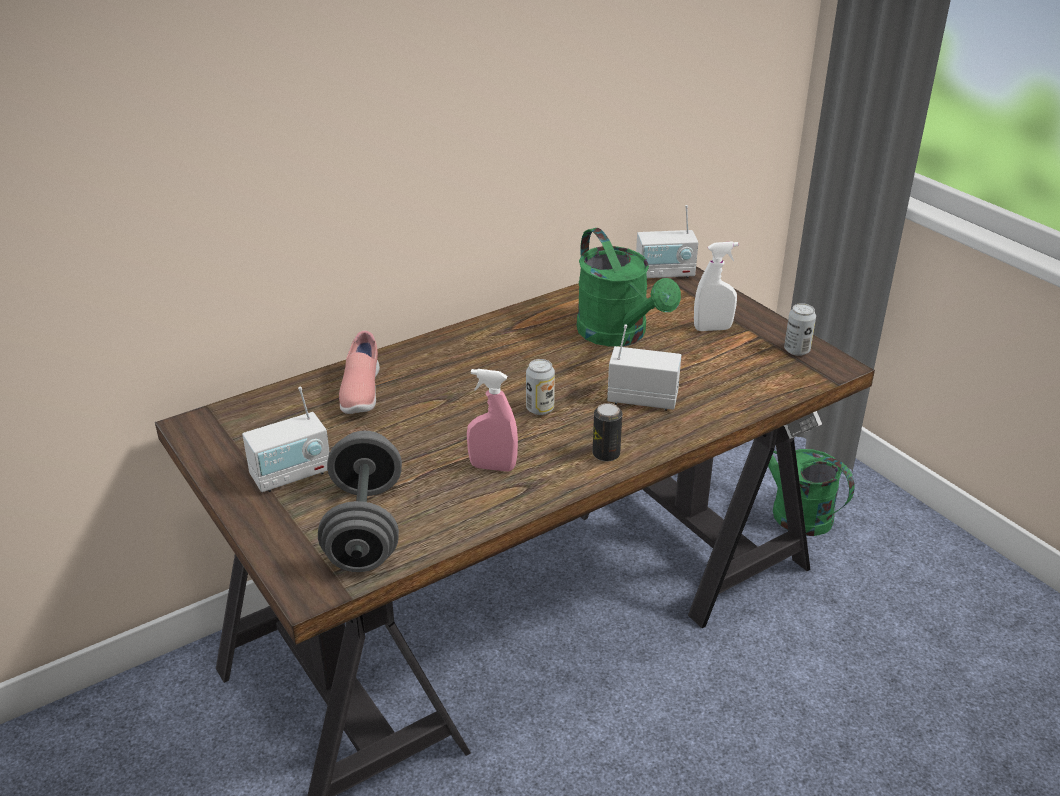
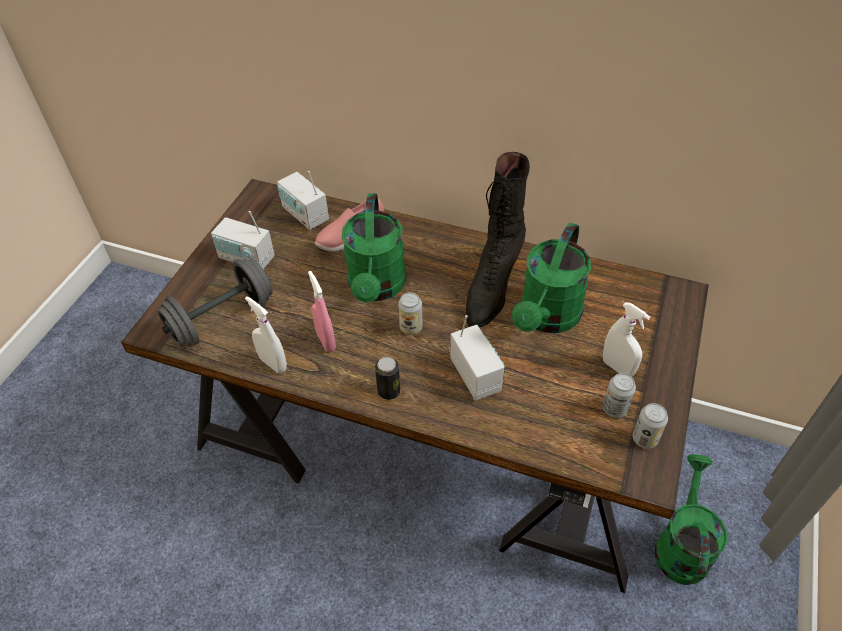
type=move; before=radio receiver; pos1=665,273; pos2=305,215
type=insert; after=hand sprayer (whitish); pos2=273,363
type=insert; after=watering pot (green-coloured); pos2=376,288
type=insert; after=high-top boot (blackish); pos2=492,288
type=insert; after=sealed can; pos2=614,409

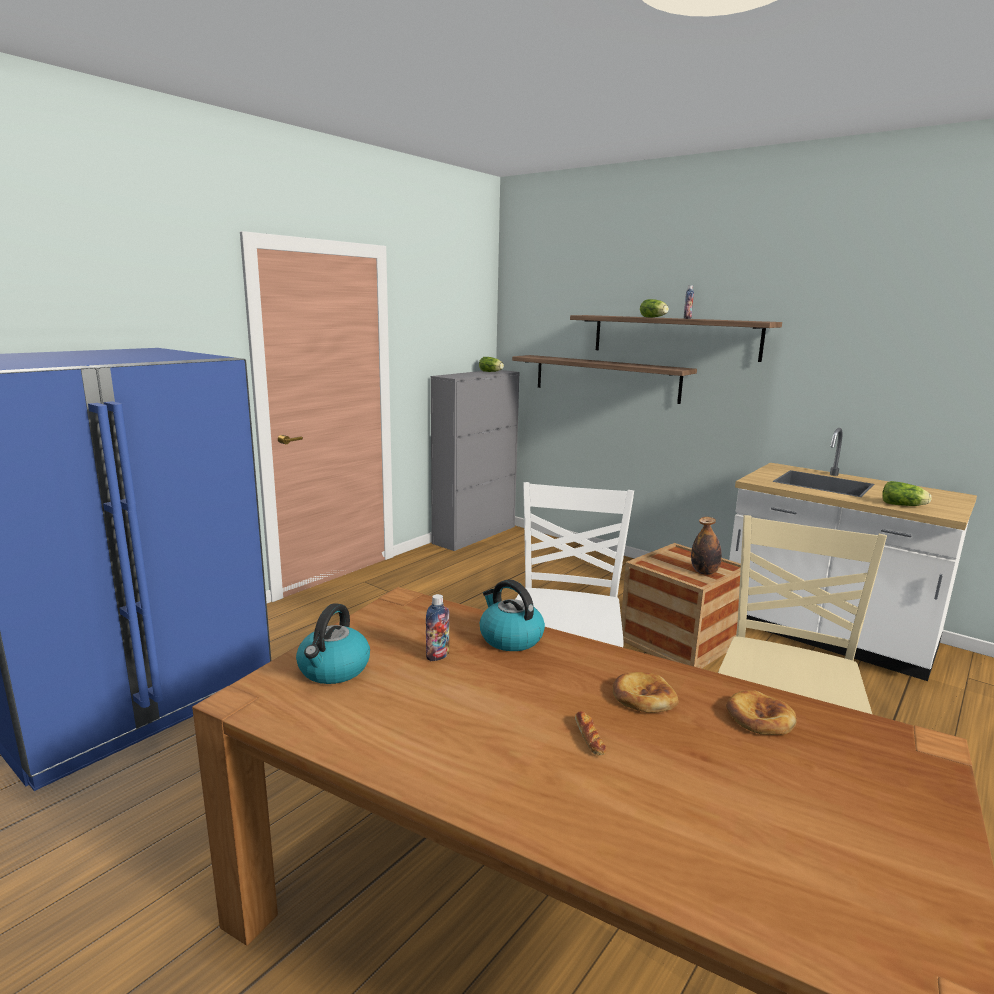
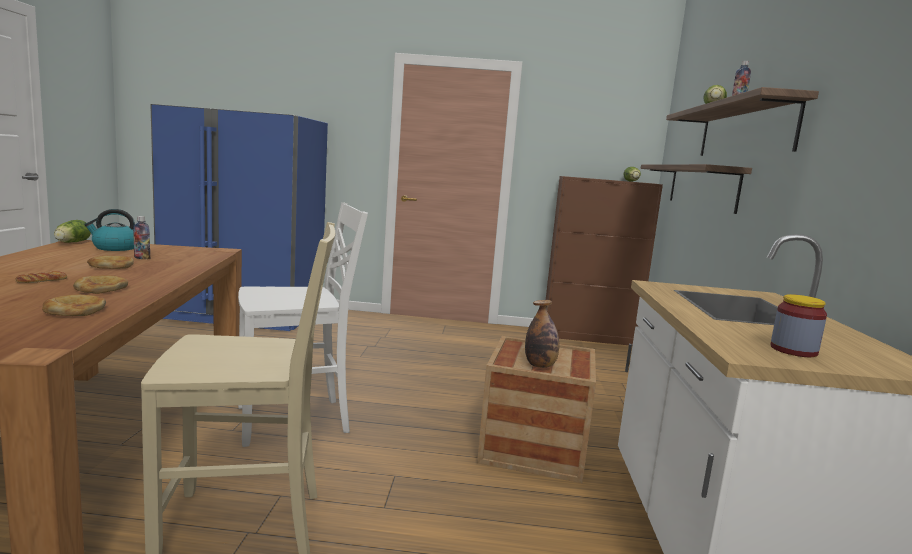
type=recolor; before=storage cabinet (grey); after=storage cabinet (brown-coloured); pos1=475,534; pos2=589,337
type=delete; before=water kettle; pos1=510,638
type=move; before=lettuce head; pos1=904,505; pos2=71,242
type=insert; after=bakery bread; pos2=111,266
type=insert; after=storage jar; pos2=793,350

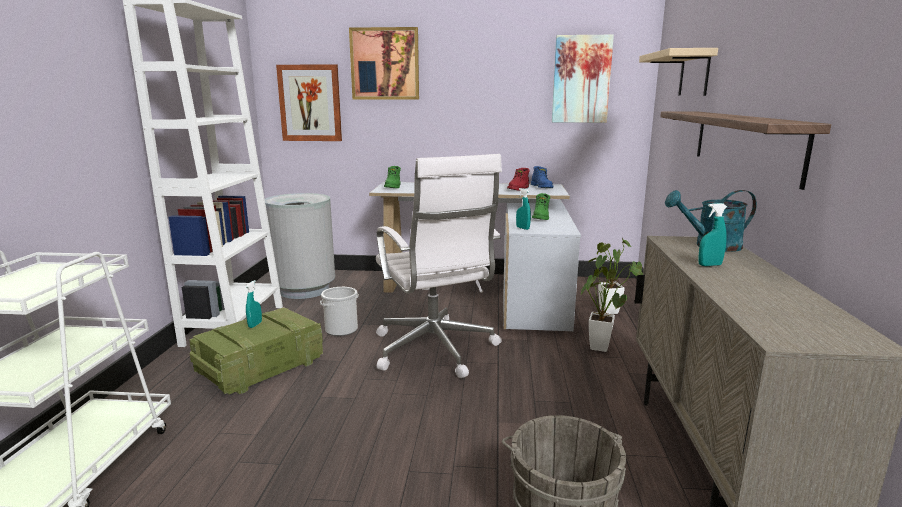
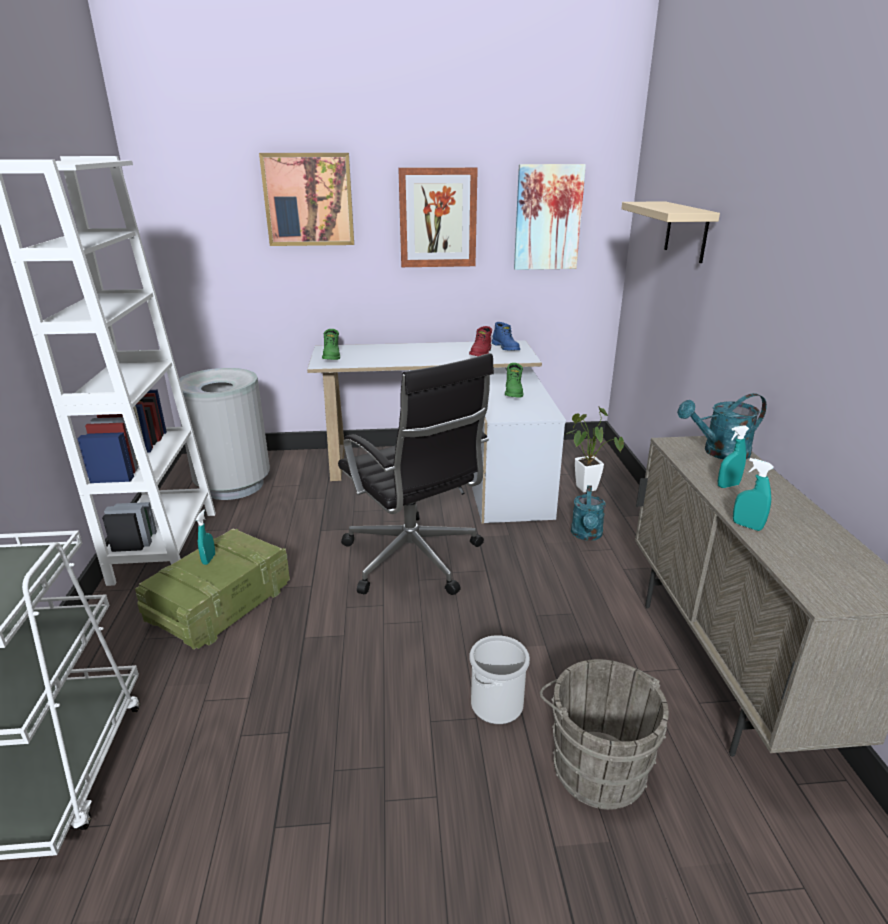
type=move; before=picture; pos1=310,103; pos2=438,218
type=move; before=water bucket; pos1=341,329; pos2=497,705
type=recolor; before=computer chair (whitish); after=computer chair (blackish); pos1=435,350; pos2=414,560
type=move; before=hand sprayer (turquoise-coloured); pos1=522,228; pos2=747,526
type=replace; before=houseplant; after=watering pot (turquoise-coloured); pos1=600,345; pos2=587,535
type=delete; before=bracket shelf; pos1=744,143

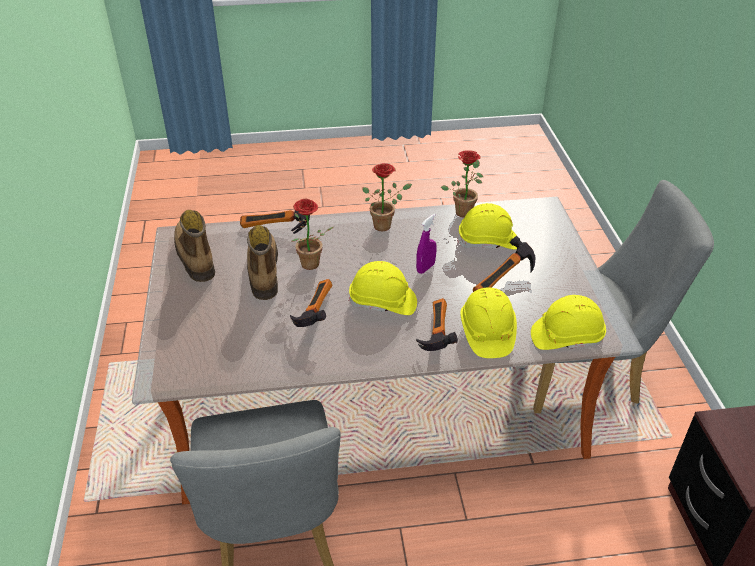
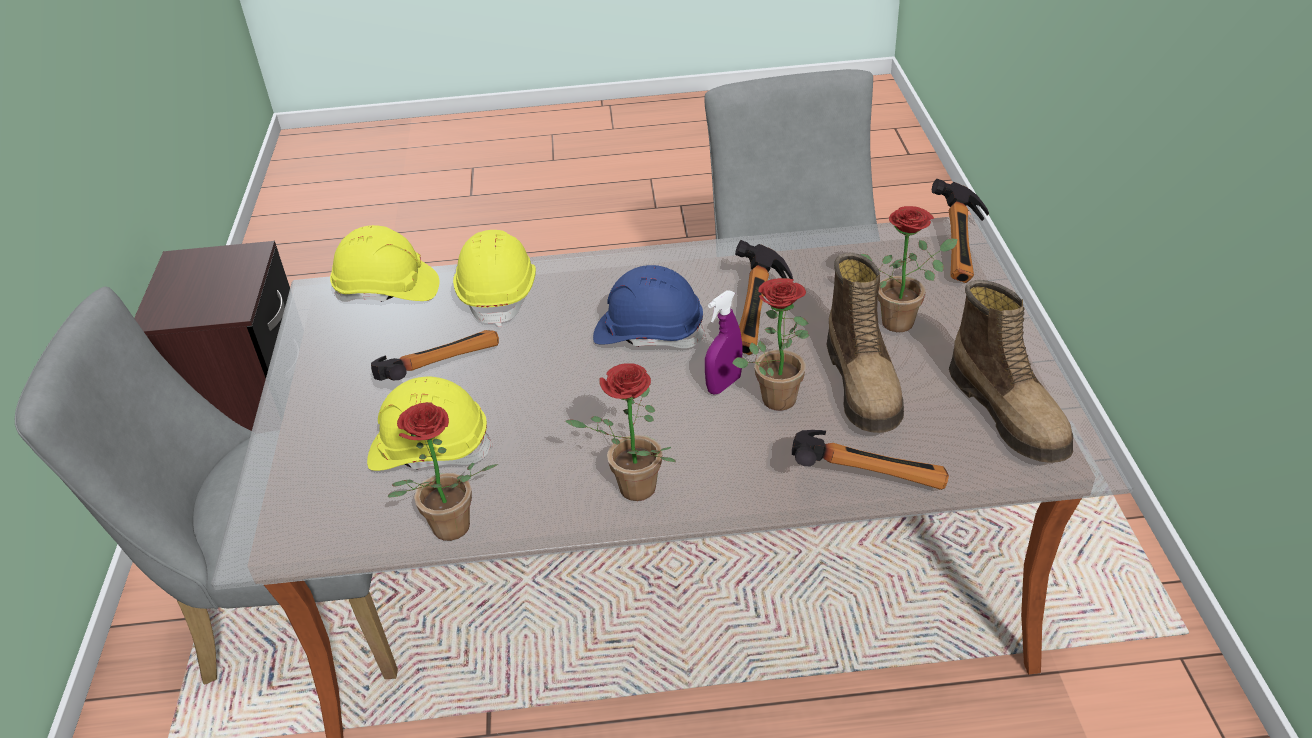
type=recolor; before=safety helmet (yellow-coloured); after=safety helmet (blue); pos1=383,303; pos2=648,333
type=move; before=hand sprayer (purple-coloured); pos1=425,268; pos2=724,384
type=move; before=tool hammer; pos1=433,334; pos2=963,249
type=insert; after=houseplant; pos2=903,319

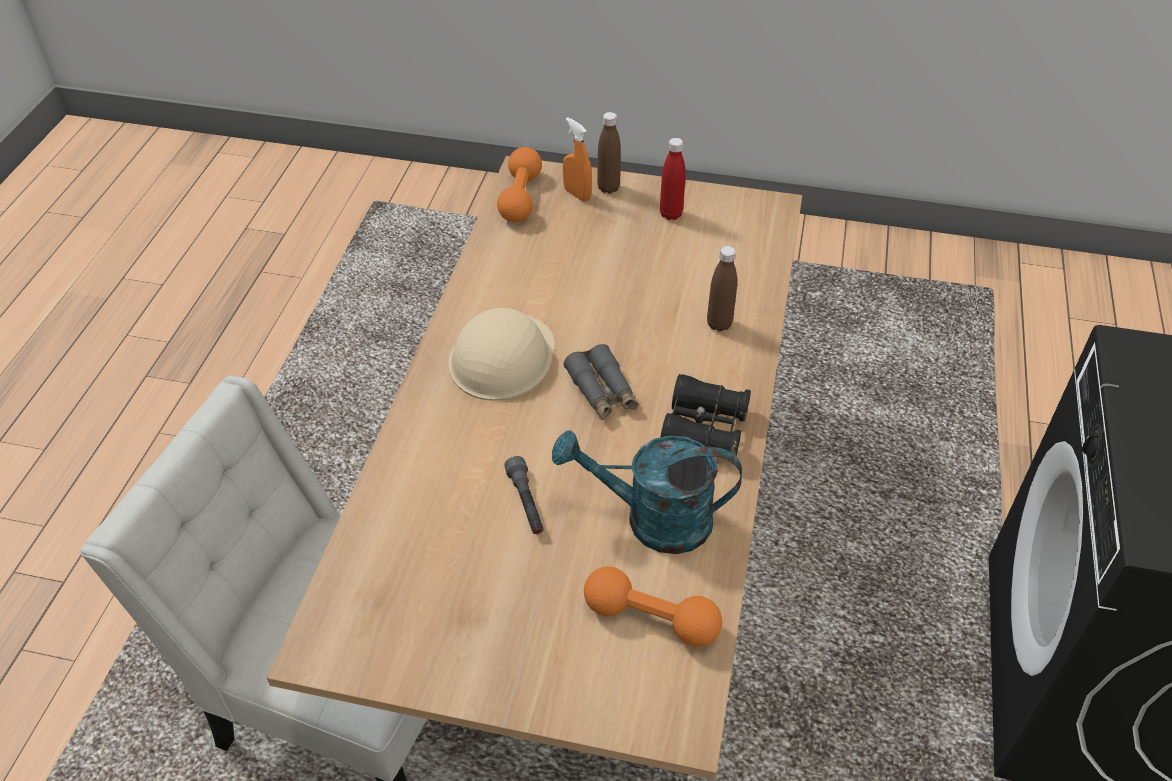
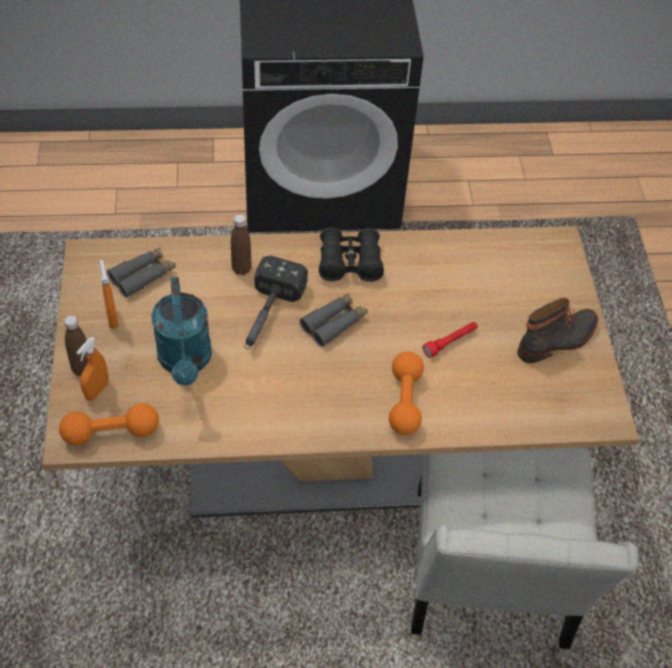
type=delete; before=safety helmet (beige-coloured); pos1=502,356
type=recolor; before=flashlight (grey); after=flashlight (red); pos1=526,502; pos2=450,342
type=move; before=watering pot (turquoise-coloured); pos1=652,519; pos2=185,362
type=move; before=dumbbell (orange); pos1=651,619; pos2=405,401
type=replace; before=bottle (red); after=hand sprayer (orange); pos1=671,214; pos2=112,318
type=insert; after=binoculars (grey); pos2=143,276
type=insert; after=tool hammer; pos2=267,316
type=insert; after=high-top boot; pos2=557,341

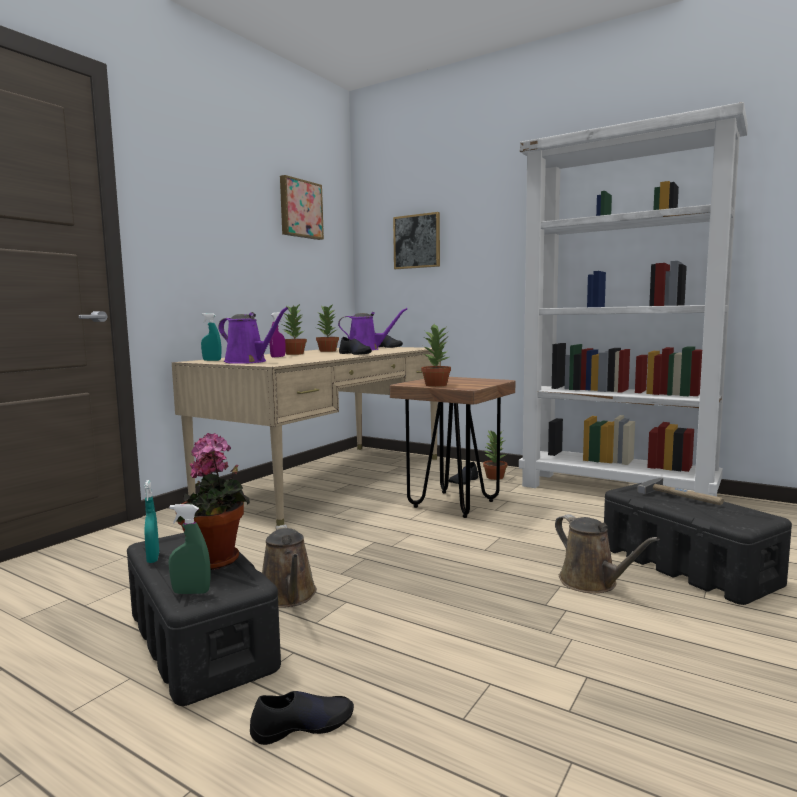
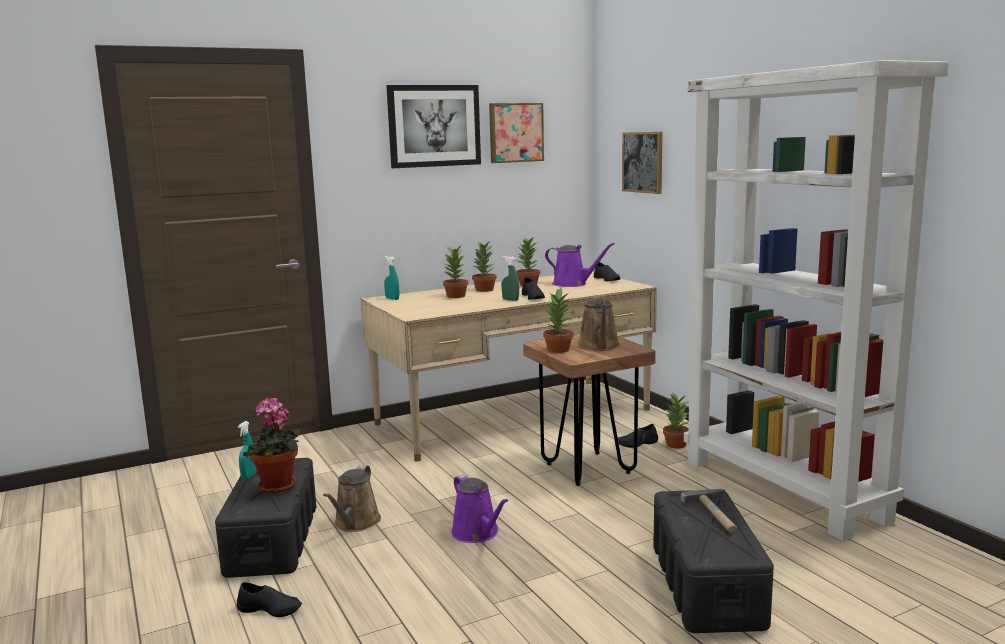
type=move; before=hand sprayer (green-coloured); pos1=191,592; pos2=510,300
type=move; before=watering pot (purple-coloured); pos1=248,362; pos2=477,533
type=replace; before=hand sprayer (purple-coloured); after=houseplant; pos1=278,357; pos2=456,296
type=move; before=watering pot (brown-coloured); pos1=592,583; pos2=599,346
type=insert; after=picture; pos2=434,126

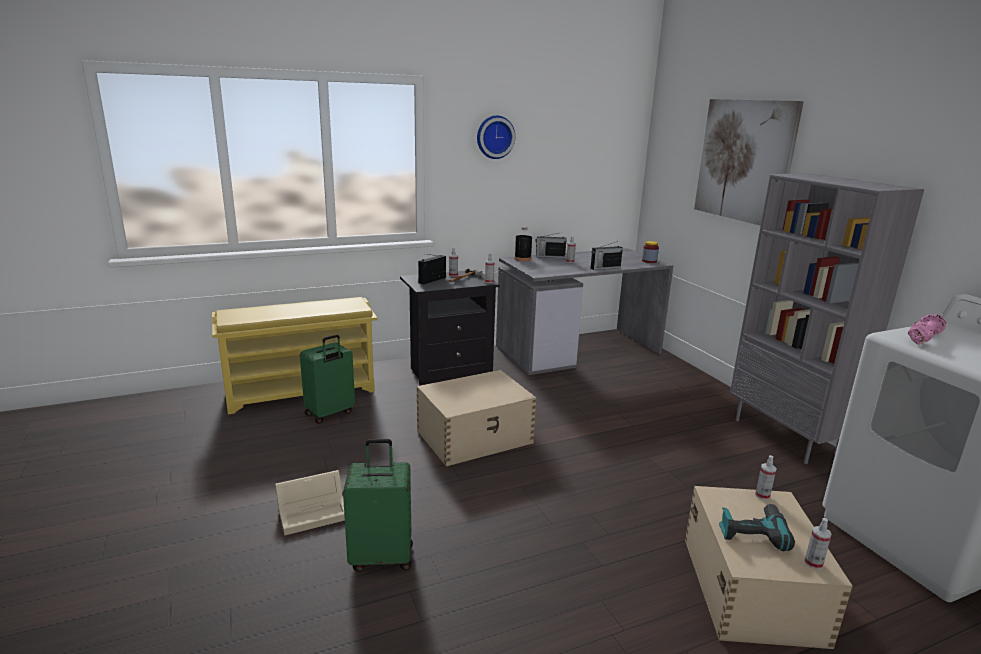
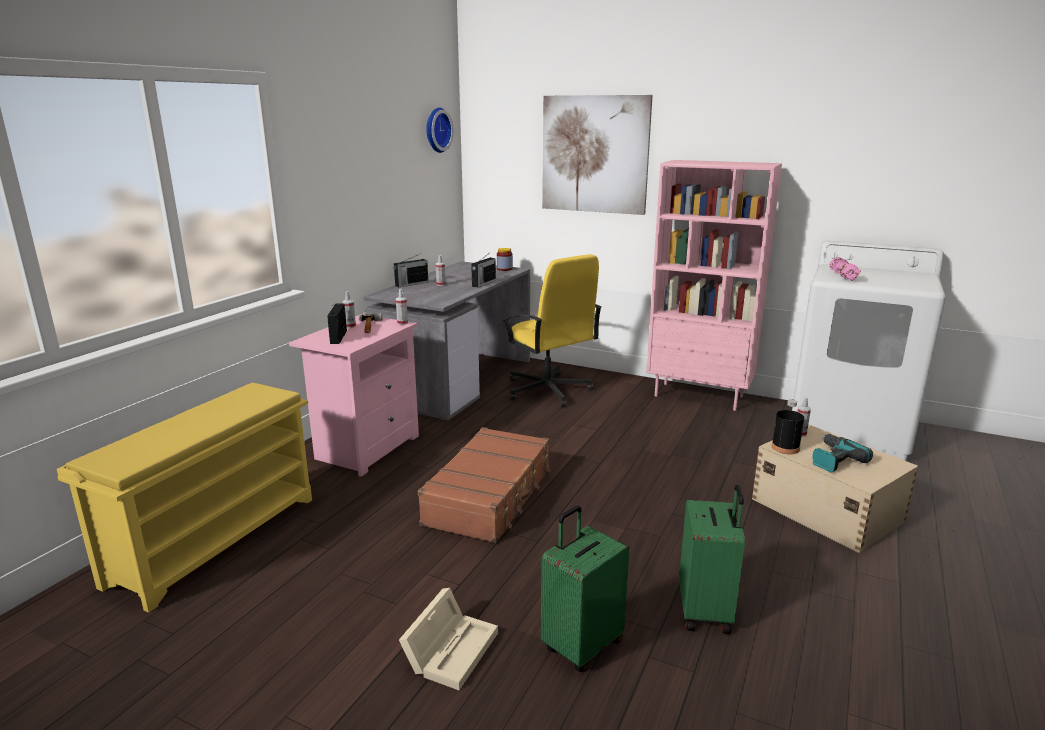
type=move; before=piece of luggage (green-coloured); pos1=330,413; pos2=706,611
type=recolor; before=nightstand (blackish); after=nightstand (pink-coloured); pos1=449,373; pos2=366,448
type=replace; before=storage container (beige-coloured); after=piece of luggage (brown-coloured); pos1=476,437; pos2=490,496
type=move; before=wall clock; pos1=494,137; pos2=436,130
type=move; before=bottle (blackish); pos1=522,259; pos2=785,448
type=recolor; before=shelving unit (grey); after=shelving unit (pink-coloured); pos1=785,437; pos2=699,396
type=delete; before=hand sprayer; pos1=813,563
type=insert; after=computer chair (yellow-coloured); pos2=548,390

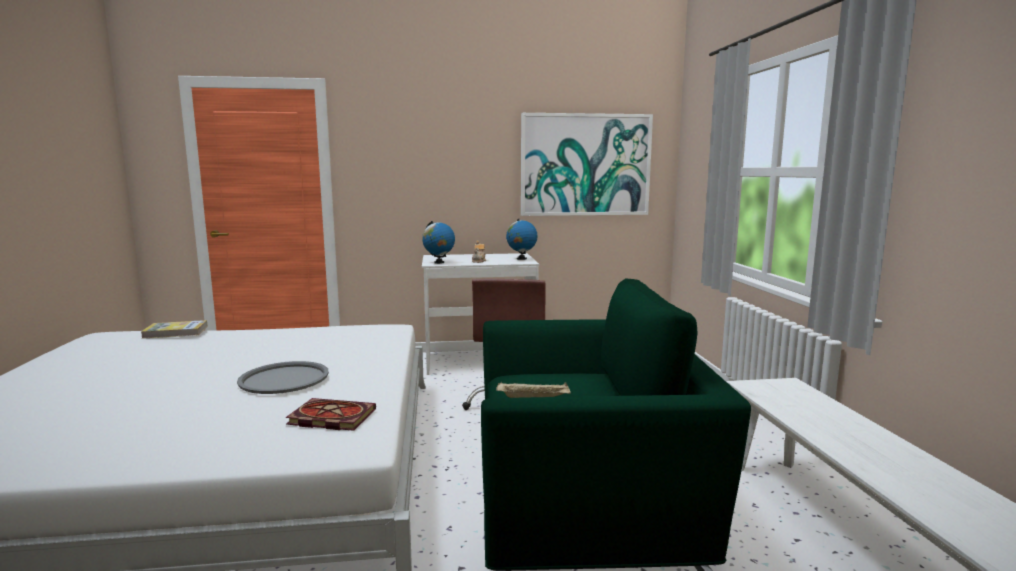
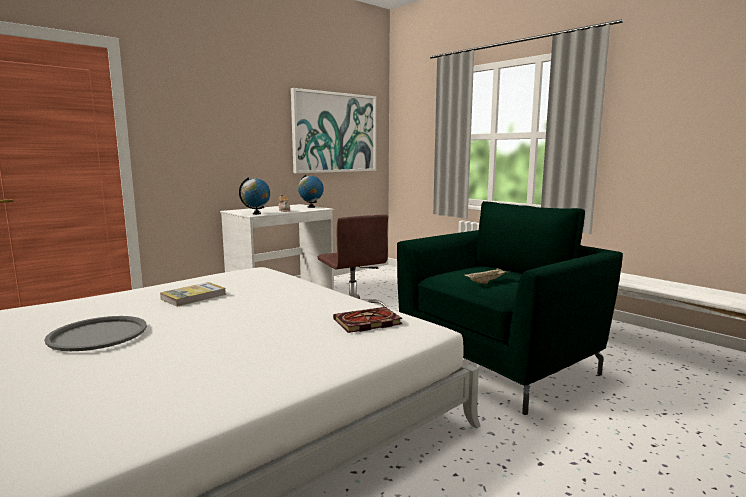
type=move; before=book; pos1=176,332; pos2=193,297
type=move; before=tray (grey); pos1=284,379; pos2=98,334

